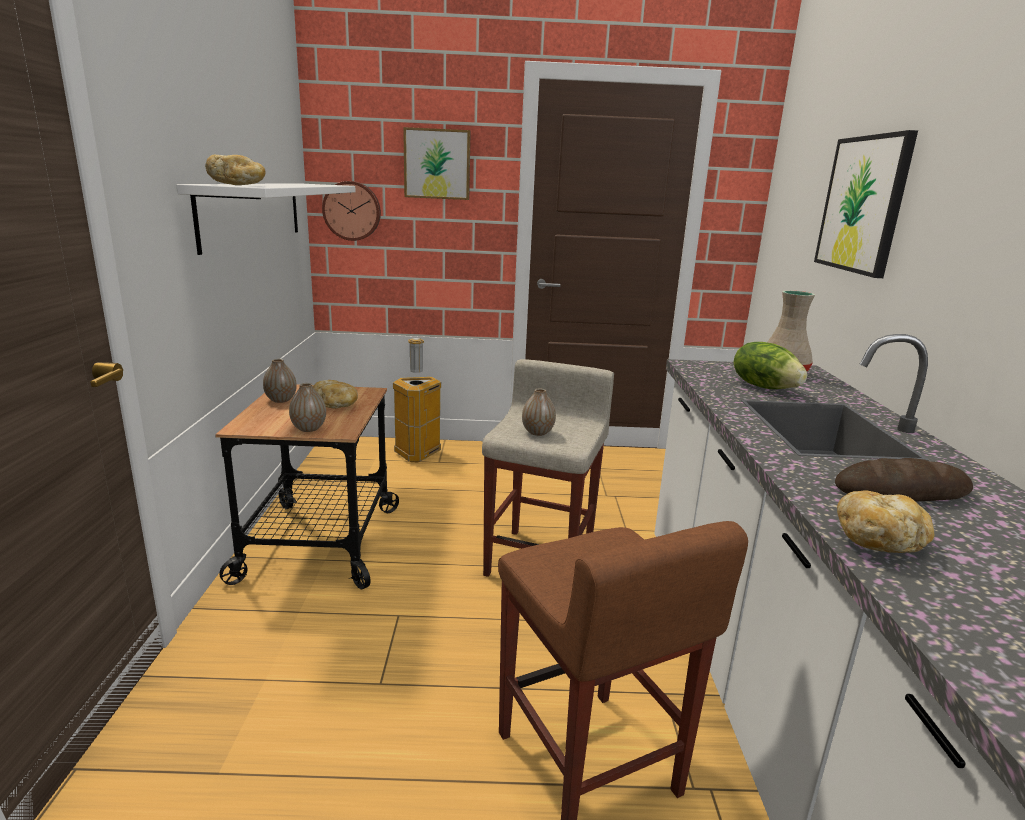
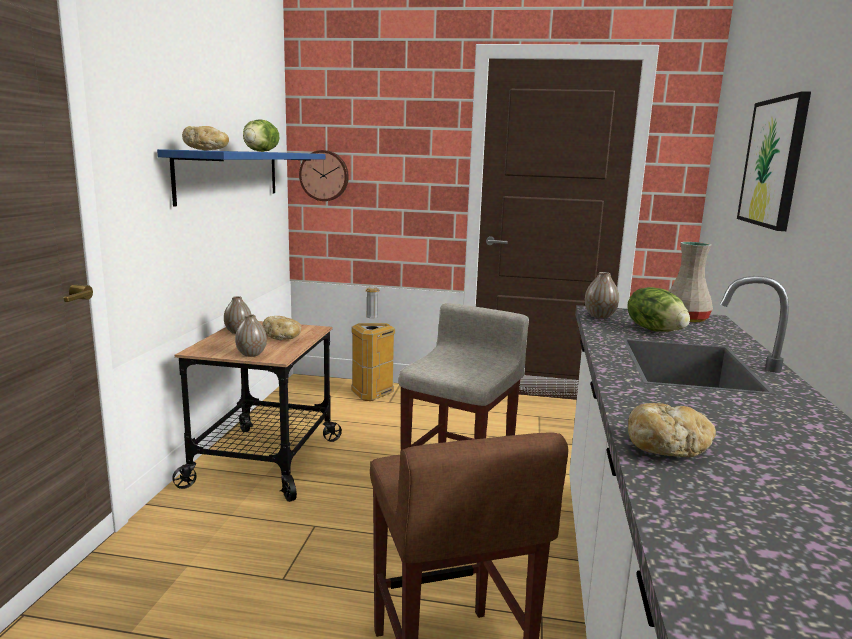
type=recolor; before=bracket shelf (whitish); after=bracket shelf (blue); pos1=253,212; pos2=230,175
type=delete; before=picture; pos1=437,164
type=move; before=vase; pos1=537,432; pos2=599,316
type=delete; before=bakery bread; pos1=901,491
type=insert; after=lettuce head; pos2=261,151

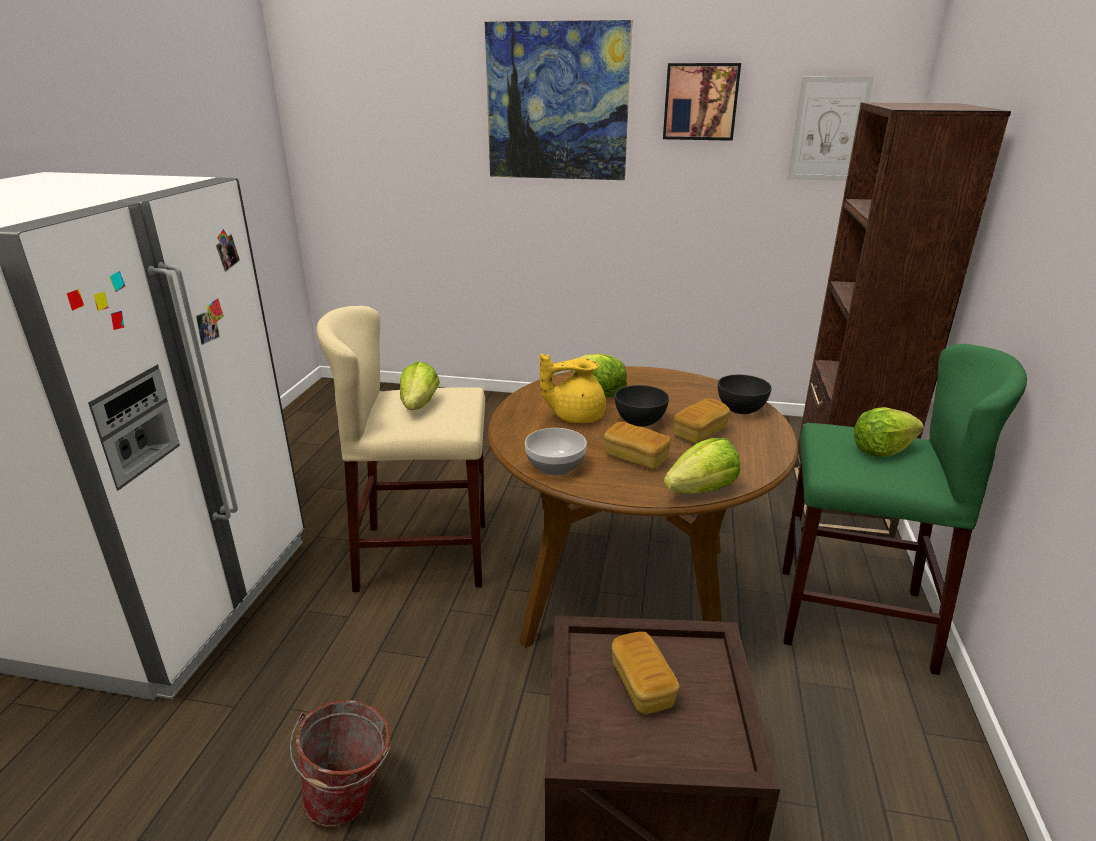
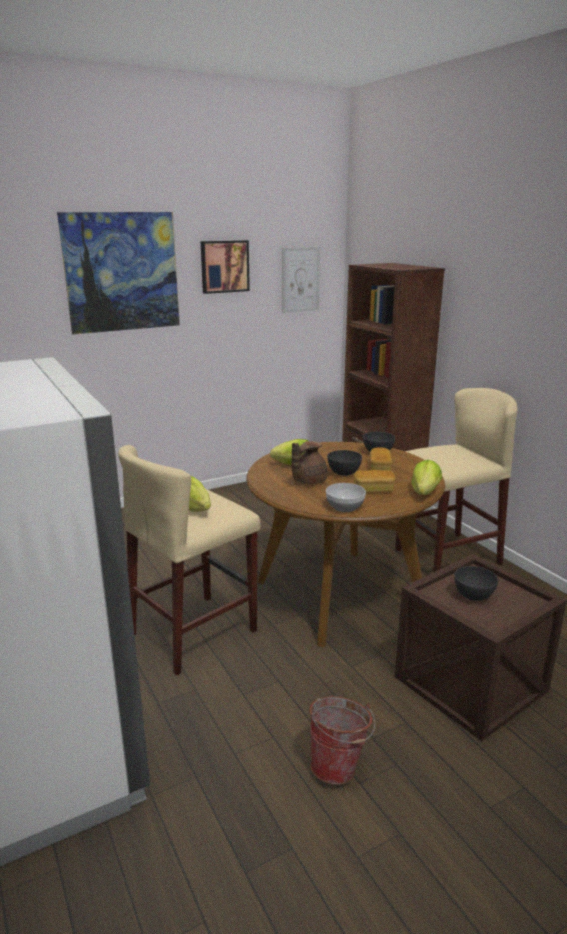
type=recolor; before=pot for tea (yellow-coloured); after=pot for tea (brown-coloured); pos1=575,416; pos2=307,481
type=replace; before=bakery bread; after=serving bowl (grey); pos1=642,686; pos2=473,595
type=recolor; before=stool (green-coloured); after=stool (beige-coloured); pos1=852,617; pos2=446,556
type=delete; before=lettuce head; pos1=882,450

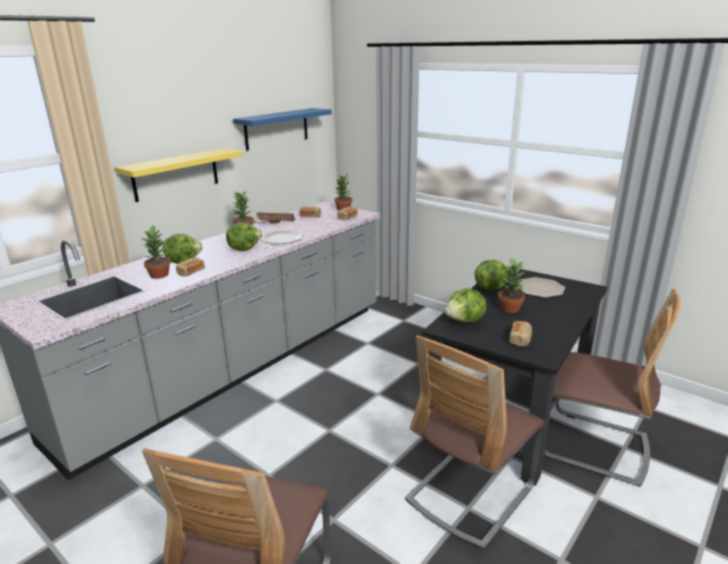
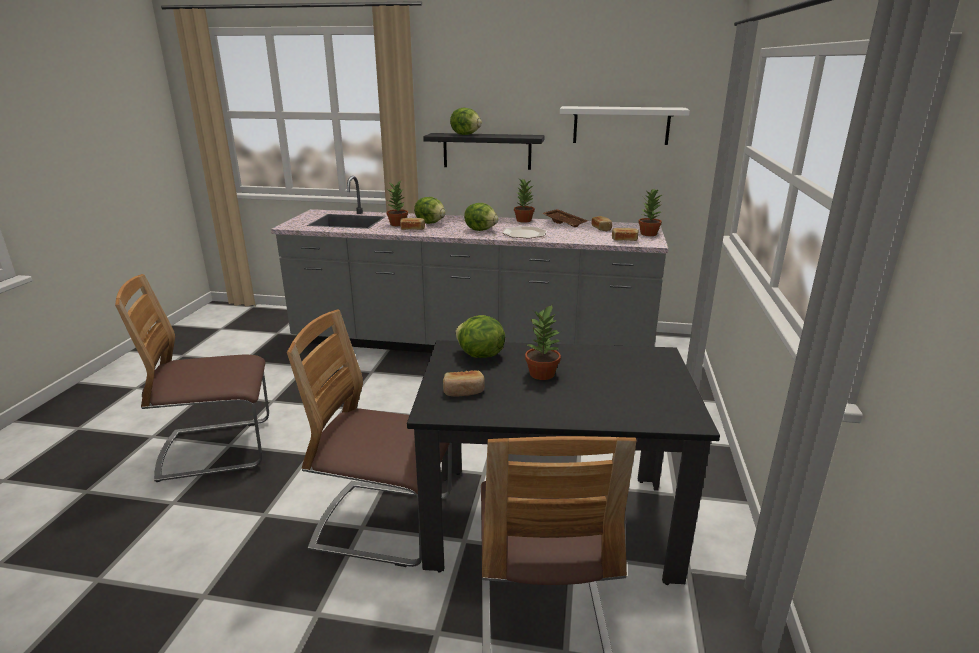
type=recolor; before=bracket shelf (yellow-coloured); after=bracket shelf (blackish); pos1=176,174; pos2=487,151
type=recolor; before=bracket shelf (blue); after=bracket shelf (whitish); pos1=276,128; pos2=621,125
type=move; before=lettuce head; pos1=490,287; pos2=466,134
type=delete; before=flat dish; pos1=539,288

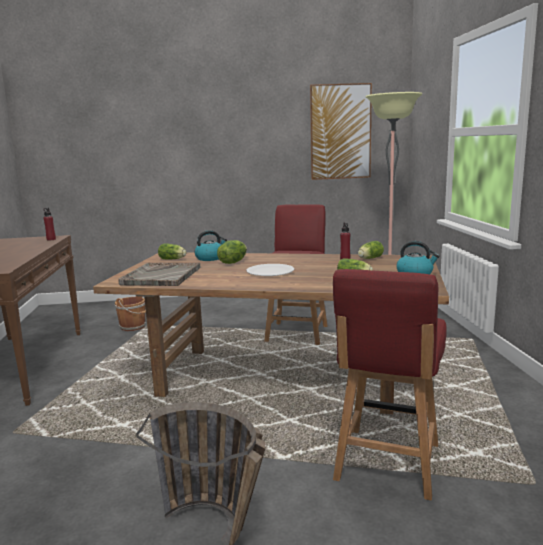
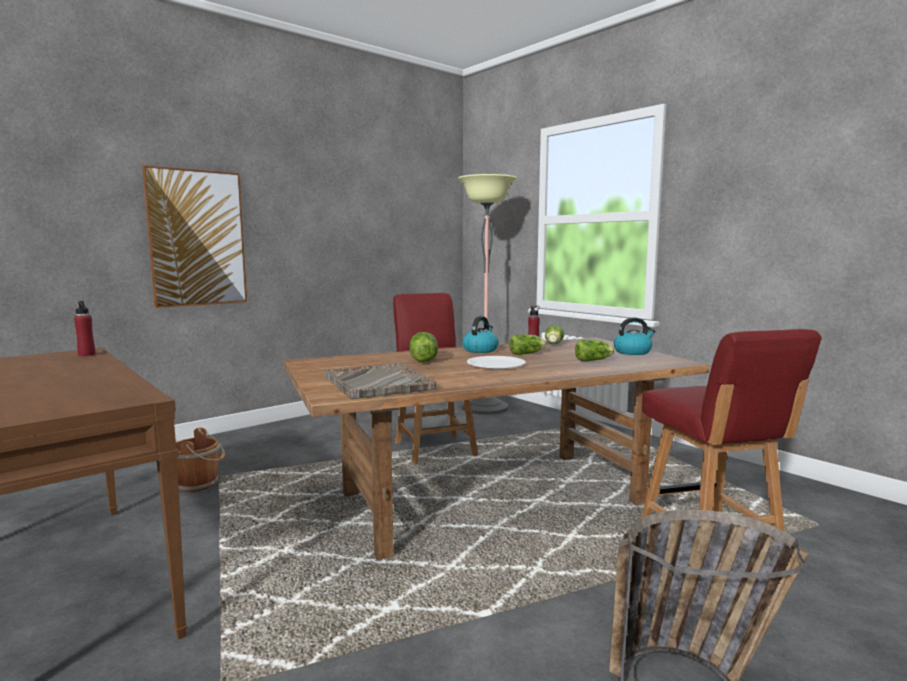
type=move; before=lettuce head; pos1=173,259; pos2=527,354
type=move; before=water kettle; pos1=210,258; pos2=480,350
type=move; before=picture; pos1=340,132; pos2=197,238

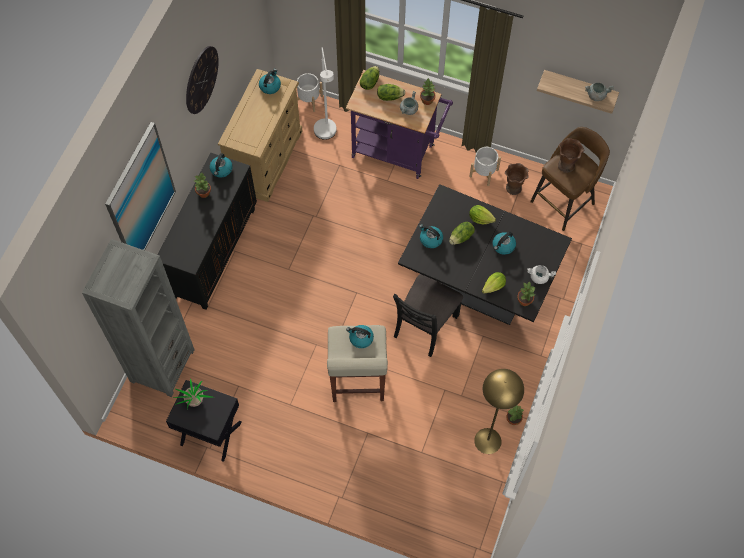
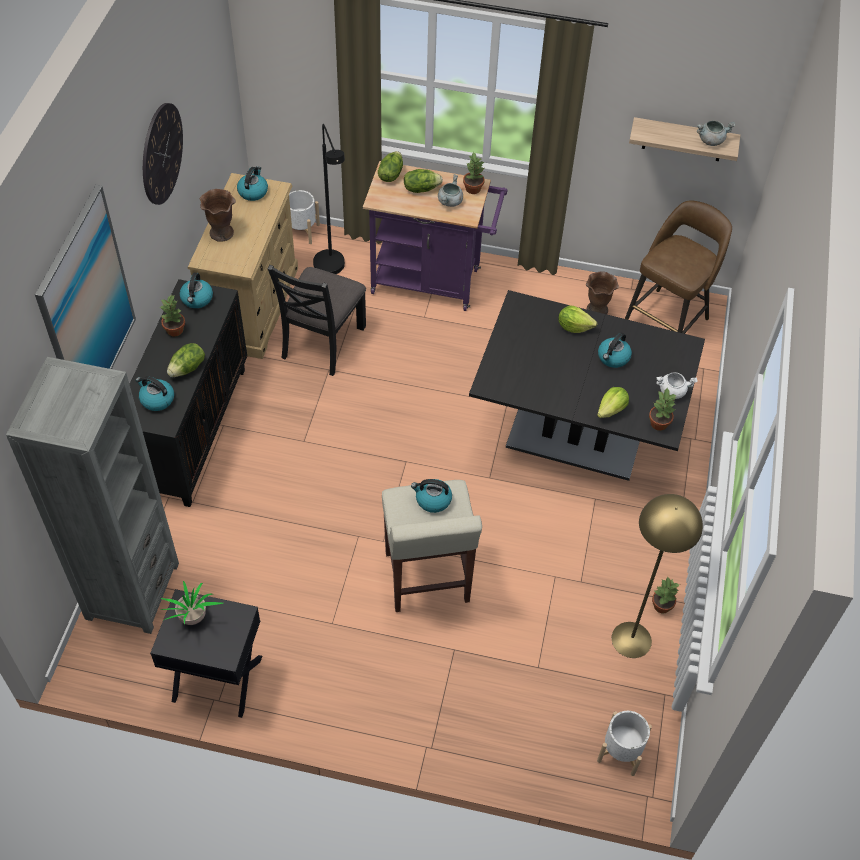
type=recolor; before=standing lamp (whitish); after=standing lamp (blackish); pos1=327,135; pos2=332,270
type=move; before=chair (blackish); pos1=425,325; pos2=322,342
type=move; before=water kettle; pos1=430,239; pos2=156,399
type=move; before=lettuce head; pos1=461,237; pos2=188,368
type=move; before=flower pot (whitish); pos1=484,173; pos2=621,751
type=move; before=vase (brown-coloured); pos1=566,165; pos2=222,233

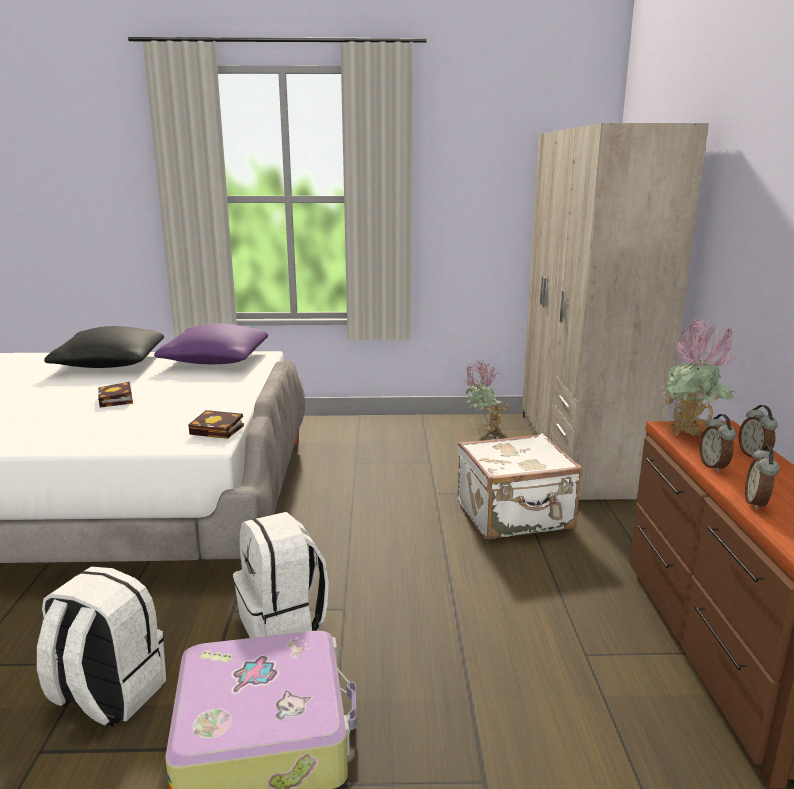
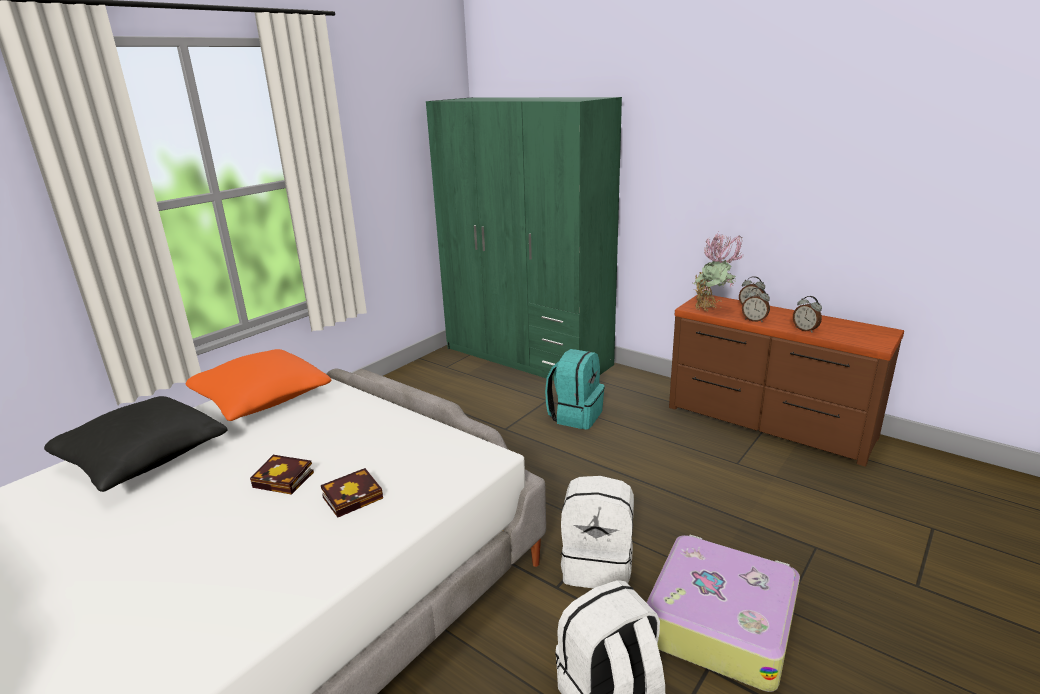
type=recolor; before=pillow (purple-coloured); after=pillow (orange); pos1=216,360; pos2=261,399
type=move; before=book; pos1=219,430; pos2=355,496
type=replace; before=piece of luggage (whitish); after=rucksack (turquoise-coloured); pos1=515,516; pos2=575,415
type=delete; before=houseplant; pos1=483,430
type=recolor; before=clothes cupboard (beige-coloured); after=clothes cupboard (green-coloured); pos1=580,452; pos2=527,357

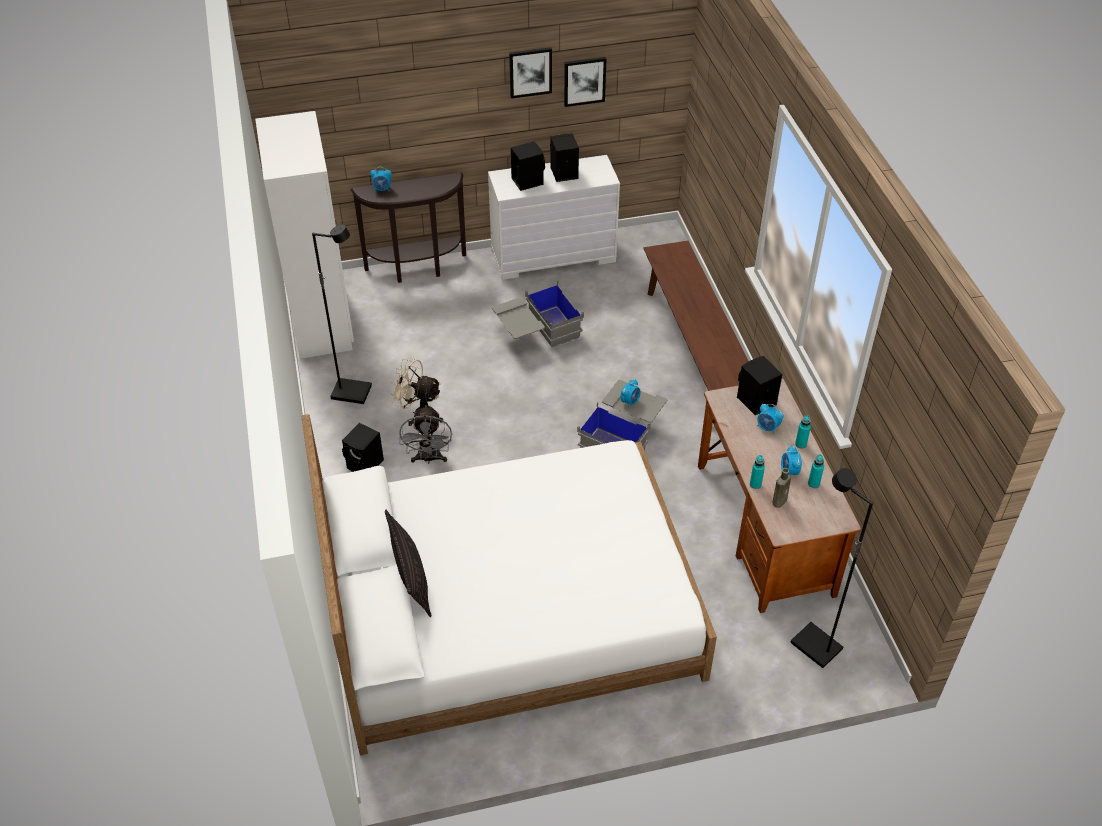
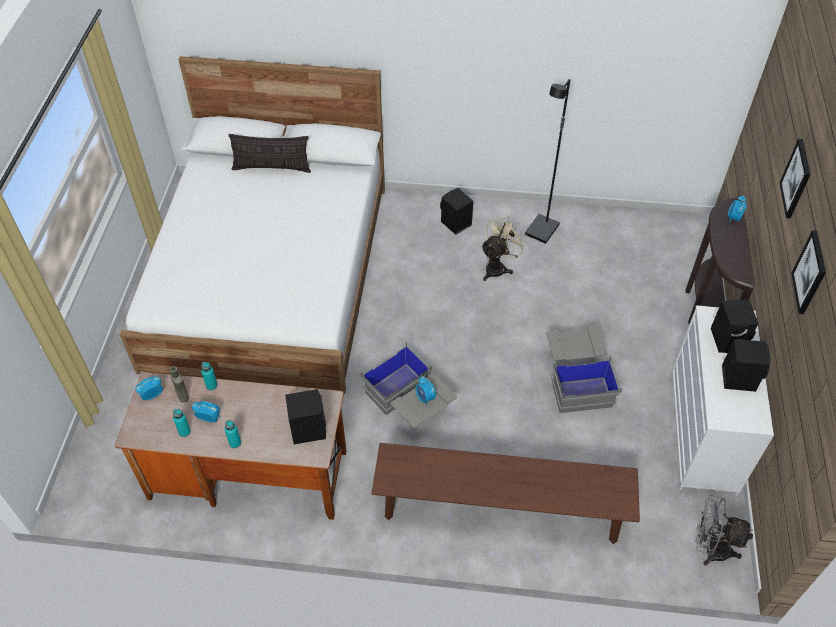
type=delete; before=clothes cupboard (whitish); pos1=322,321
type=move; before=fan (grey); pos1=429,459; pos2=710,548
type=move; before=picture; pos1=584,81; pos2=796,179
type=move; before=bedside clock; pos1=767,428; pos2=152,395
type=delete; before=standing lamp (blackish); pos1=814,646

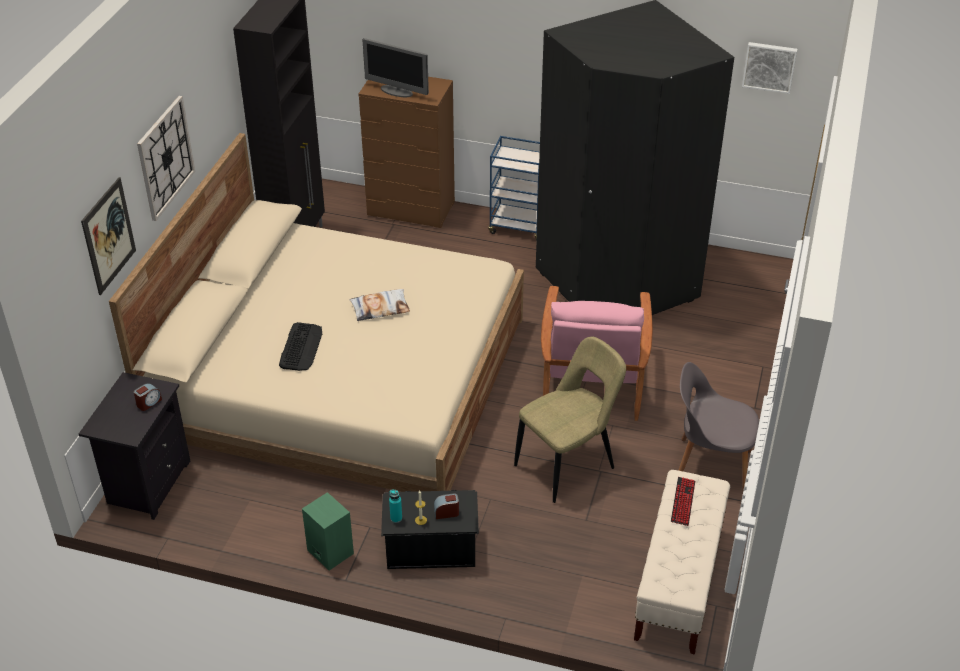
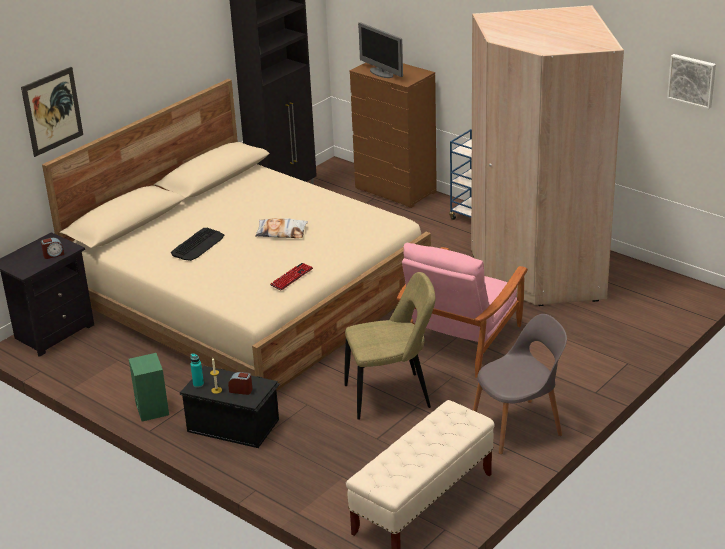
type=delete; before=wall clock; pos1=165,157
type=recolor; before=clothes cupboard (blackish); after=clothes cupboard (beige-coloured); pos1=618,280; pos2=539,273
type=move; before=PC keyboard; pos1=683,502; pos2=291,277
type=rotate; before=chair (grey); pos1=710,466; pos2=518,426; turn=120

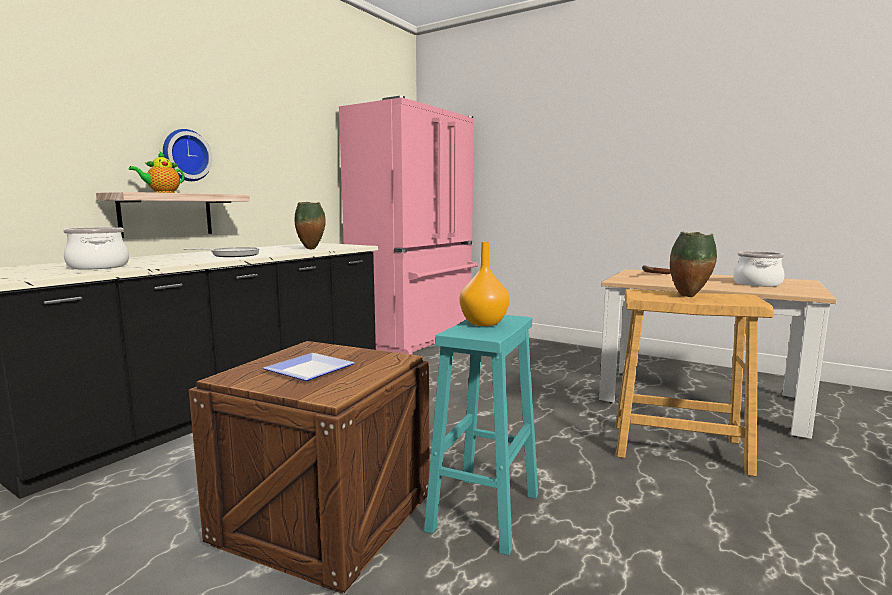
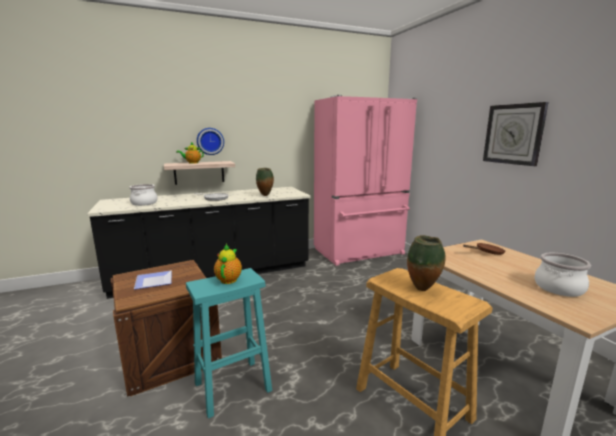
type=replace; before=vase (orange); after=pot for tea; pos1=485,323; pos2=229,279
type=insert; after=wall clock; pos2=513,134

